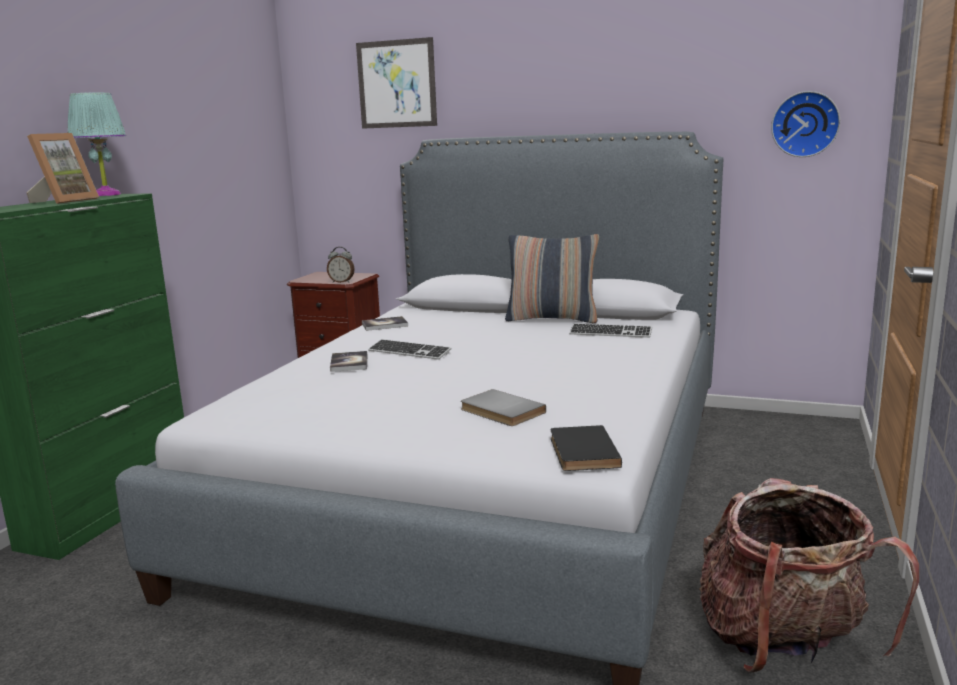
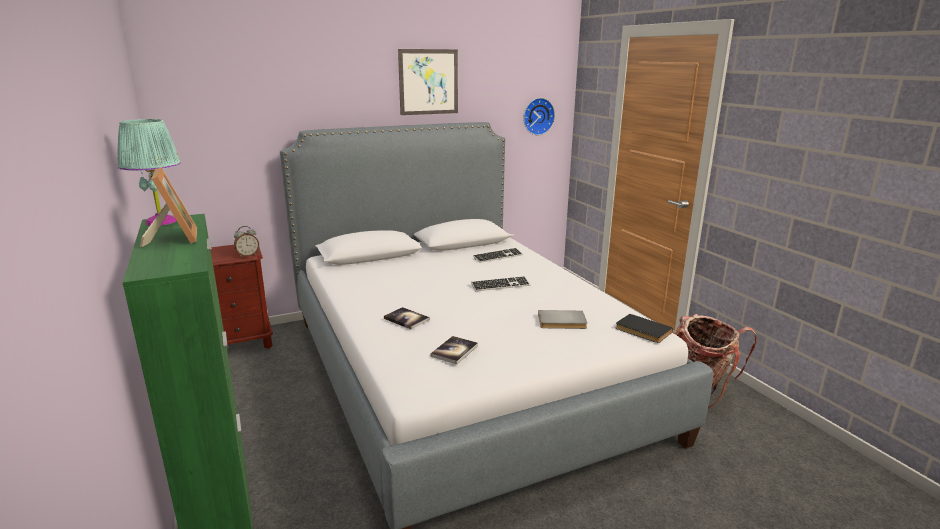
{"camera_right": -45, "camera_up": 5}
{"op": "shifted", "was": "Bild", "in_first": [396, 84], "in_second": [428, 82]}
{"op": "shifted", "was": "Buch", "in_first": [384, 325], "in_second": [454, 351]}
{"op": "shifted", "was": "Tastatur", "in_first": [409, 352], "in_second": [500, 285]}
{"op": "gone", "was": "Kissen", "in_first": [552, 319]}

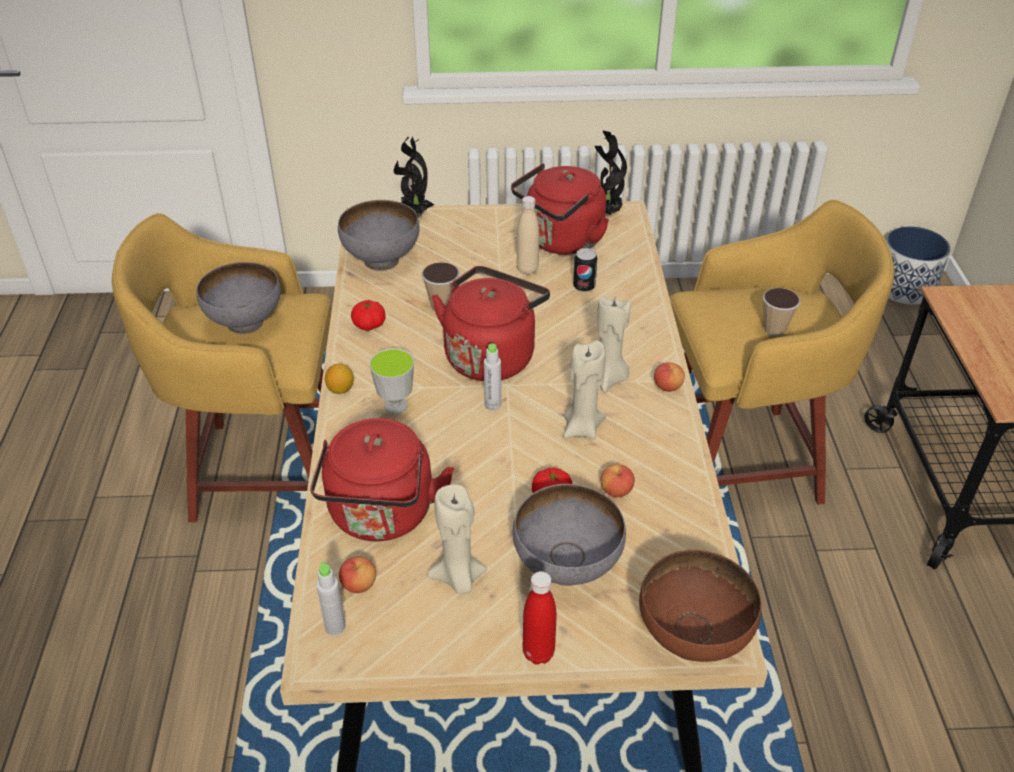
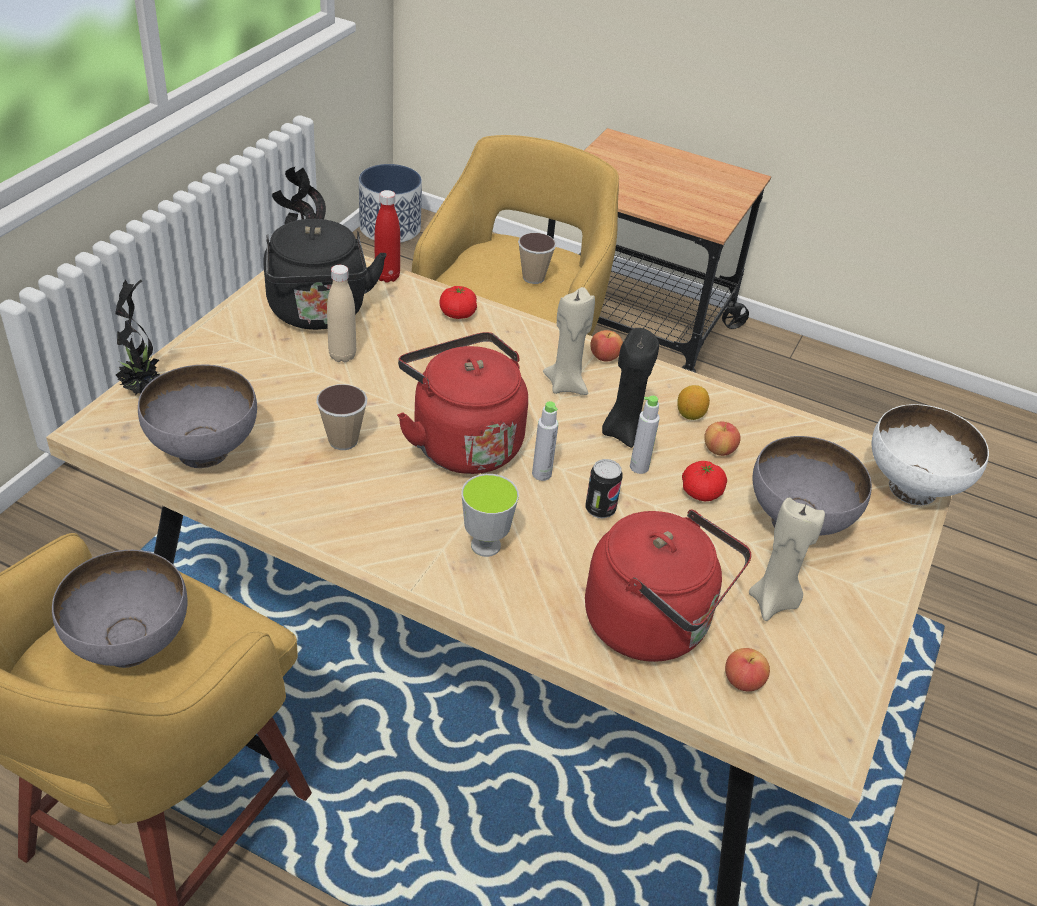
{"camera_right": -65, "camera_up": 0}
{"op": "shifted", "was": "Flasche [grau]", "in_first": [335, 627], "in_second": [639, 467]}
{"op": "shifted", "was": "Zitrone", "in_first": [340, 389], "in_second": [690, 415]}
{"op": "shifted", "was": "Tomate", "in_first": [369, 325], "in_second": [457, 314]}
{"op": "repainted", "was": "Wasserkessel [rot]", "now": "Wasserkessel [schwarz]", "in_first": [561, 242], "in_second": [319, 314]}
{"op": "shifted", "was": "Flasche [rot]", "in_first": [538, 653], "in_second": [387, 277]}
{"op": "repainted", "was": "Kerze [beige]", "now": "Kerze [schwarz]", "in_first": [582, 428], "in_second": [622, 432]}
{"op": "shifted", "was": "Dose", "in_first": [584, 287], "in_second": [600, 509]}
{"op": "repainted", "was": "Schüssel [braun]", "now": "Schüssel [weiß]", "in_first": [693, 639], "in_second": [912, 488]}

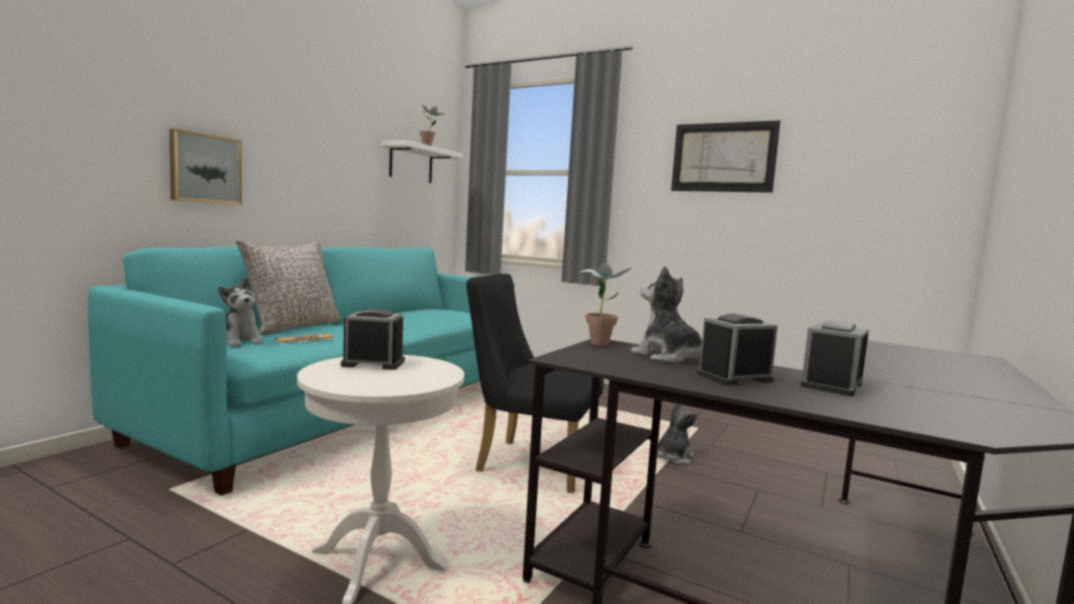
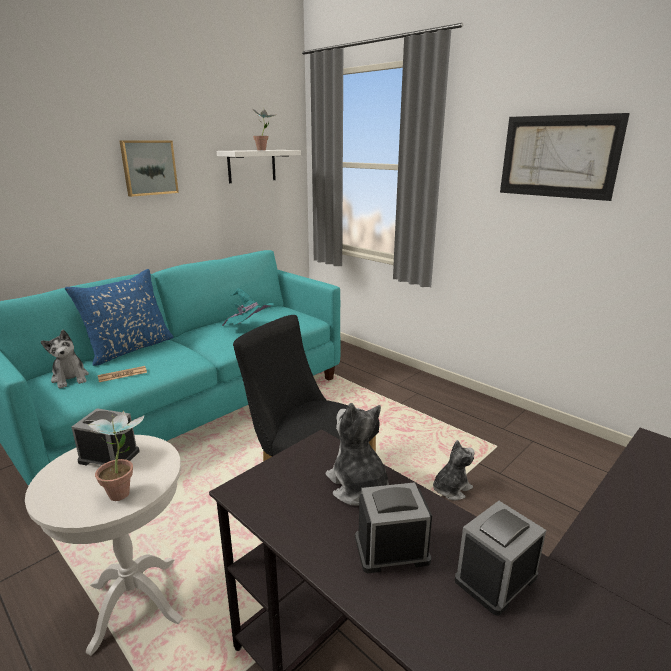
{"camera_right": 15, "camera_up": 15}
{"op": "shifted", "was": "Bild", "in_first": [205, 168], "in_second": [149, 167]}
{"op": "repainted", "was": "Kissen [grau]", "now": "Kissen [blau]", "in_first": [293, 326], "in_second": [129, 349]}
{"op": "shifted", "was": "Topfpflanze", "in_first": [600, 342], "in_second": [126, 490]}
{"op": "new", "now": "Hut [türkis]", "in_second": [249, 329]}

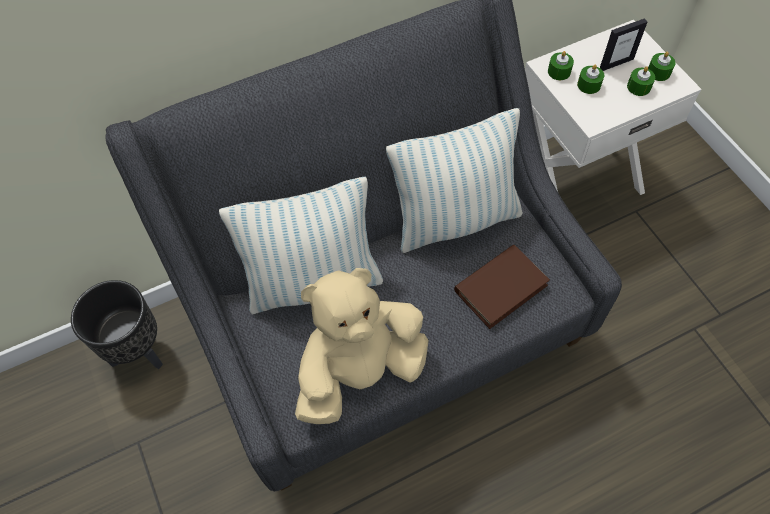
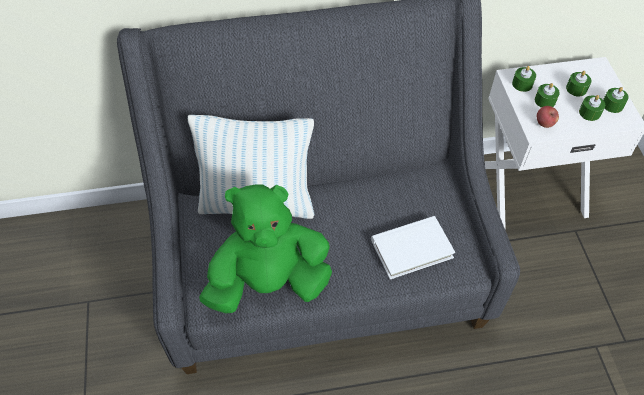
{"camera_right": 15, "camera_up": -5}
{"op": "gone", "was": "Pflanzkübel [schwarz]", "in_first": [140, 351]}
{"op": "repainted", "was": "Plüschtier [beige]", "now": "Plüschtier [grün]", "in_first": [360, 371], "in_second": [269, 283]}
{"op": "gone", "was": "Kissen", "in_first": [455, 219]}
{"op": "repainted", "was": "Buch [braun]", "now": "Buch [weiß]", "in_first": [500, 288], "in_second": [411, 249]}
{"op": "swapped", "was": "Bilderrahmen", "now": "Kerze [grün]", "in_first": [616, 63], "in_second": [576, 89]}
{"op": "new", "now": "Apfel", "in_second": [544, 123]}

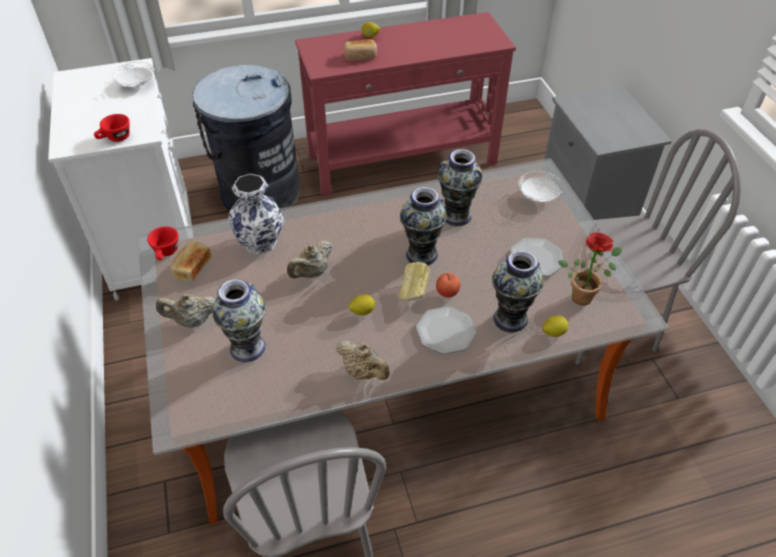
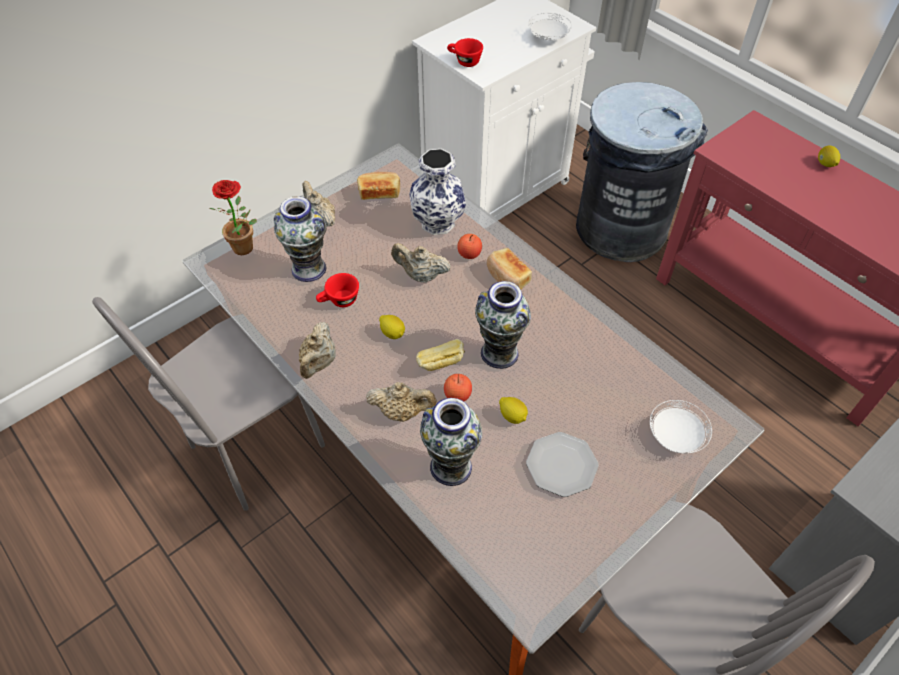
{"camera_right": 65, "camera_up": 5}
{"op": "shifted", "was": "Tasse [rot]", "in_first": [166, 253], "in_second": [339, 301]}
{"op": "shifted", "was": "Brot", "in_first": [360, 56], "in_second": [507, 277]}
{"op": "swapped", "was": "Teller", "now": "Teekanne [beige]", "in_first": [445, 331], "in_second": [402, 411]}
{"op": "gone", "was": "Vase", "in_first": [456, 216]}
{"op": "shifted", "was": "Zitrone", "in_first": [553, 332], "in_second": [512, 416]}
{"op": "shifted", "was": "Topfpflanze", "in_first": [584, 295], "in_second": [247, 249]}
{"op": "new", "now": "Apfel", "in_second": [469, 254]}

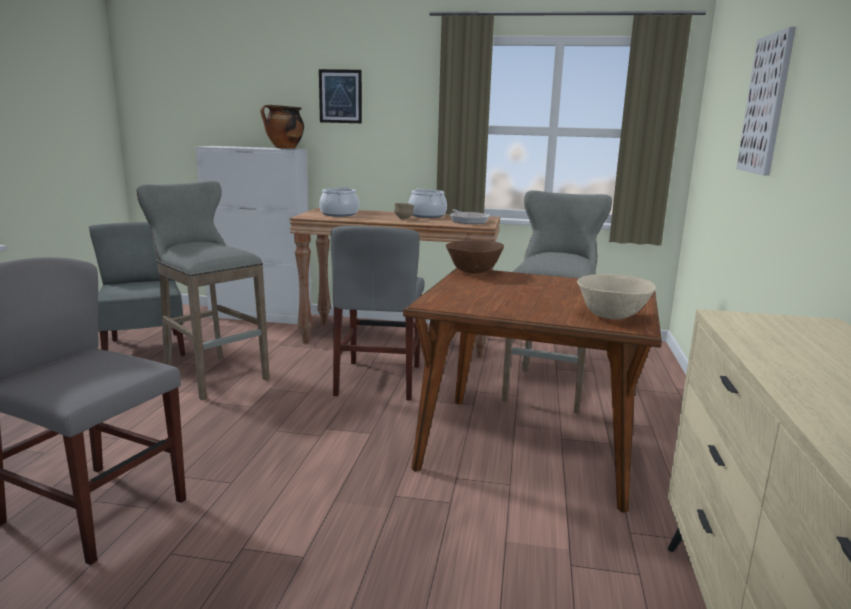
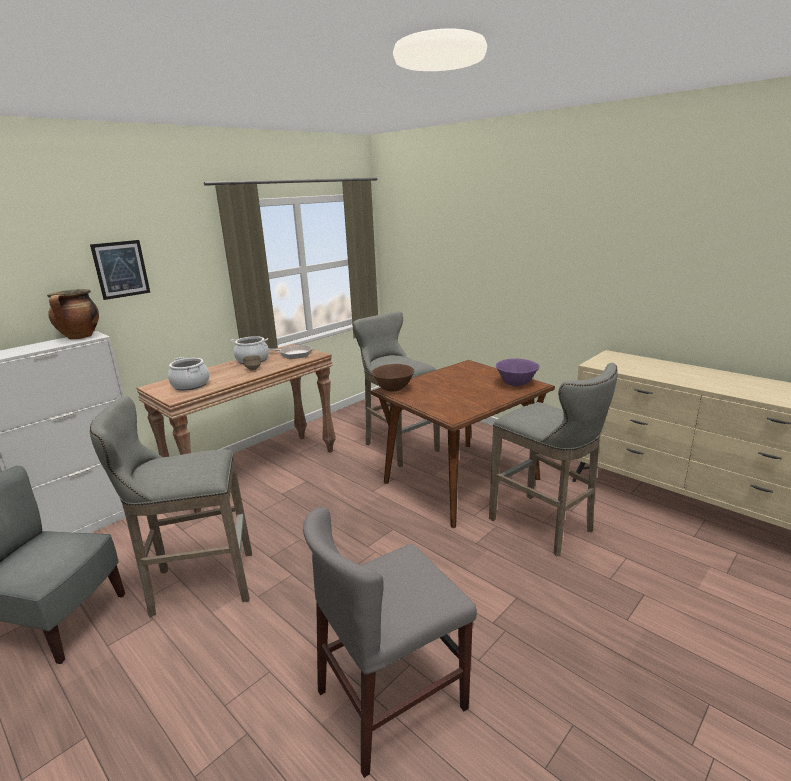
{"camera_right": -55, "camera_up": 5}
{"op": "gone", "was": "Stuhl [grau]", "in_first": [379, 380]}
{"op": "repainted", "was": "Schüssel [beige]", "now": "Schüssel [lila]", "in_first": [612, 317], "in_second": [516, 384]}
{"op": "gone", "was": "Bild", "in_first": [765, 105]}
{"op": "new", "now": "Hocker [grau]", "in_second": [545, 526]}

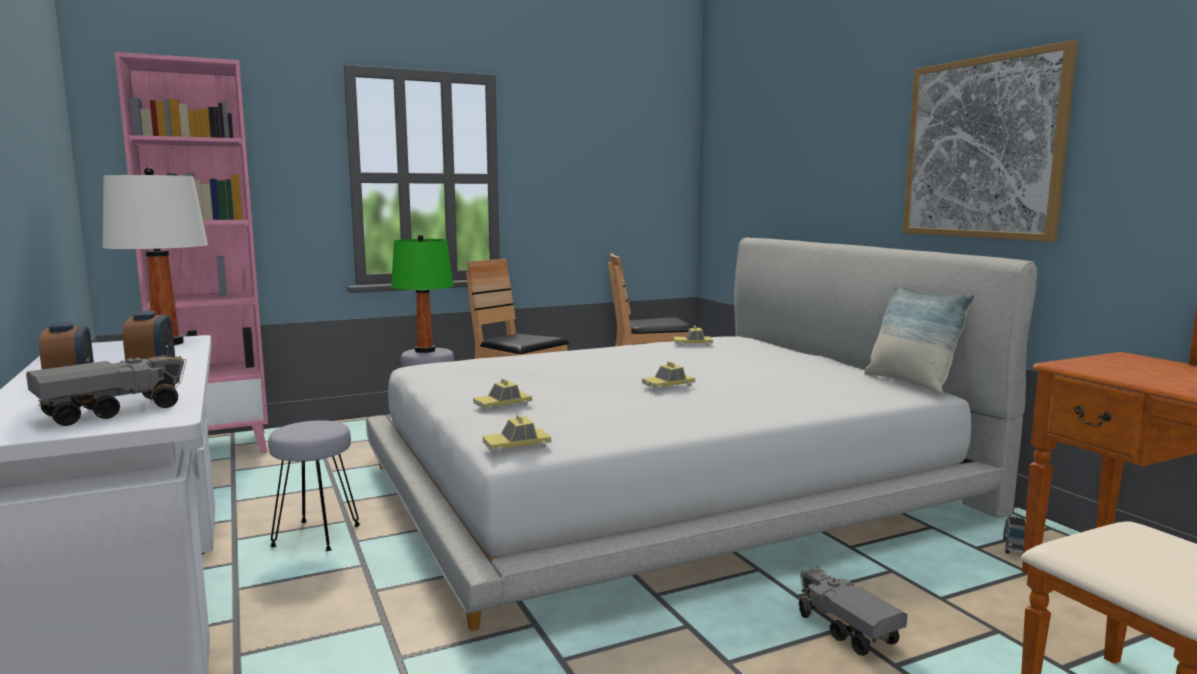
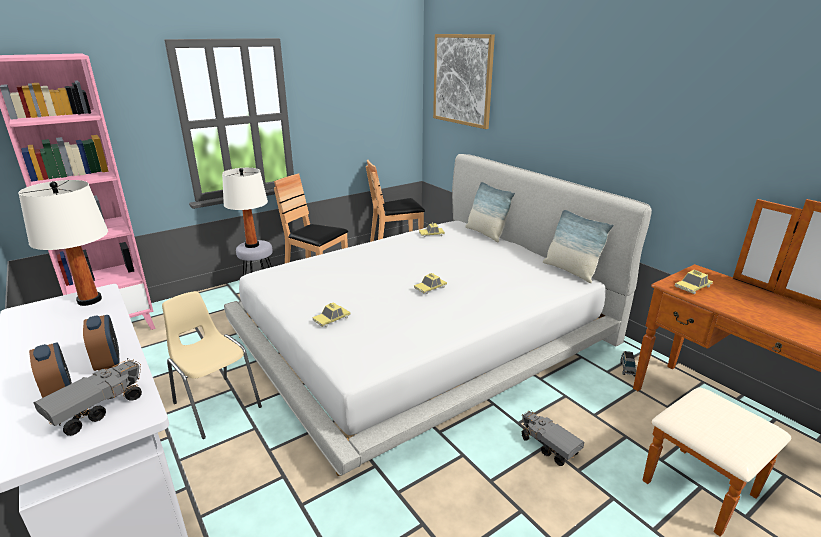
{"camera_right": -10, "camera_up": 15}
{"op": "swapped", "was": "Hocker [grau]", "now": "Stuhl [beige]", "in_first": [317, 535], "in_second": [216, 405]}
{"op": "repainted", "was": "Tischlampe [grün]", "now": "Tischlampe [weiß]", "in_first": [424, 350], "in_second": [252, 245]}
{"op": "shifted", "was": "Spielzeugauto", "in_first": [516, 445], "in_second": [692, 287]}
{"op": "shifted", "was": "Bild", "in_first": [982, 148], "in_second": [462, 80]}
{"op": "new", "now": "Kissen", "in_second": [486, 234]}

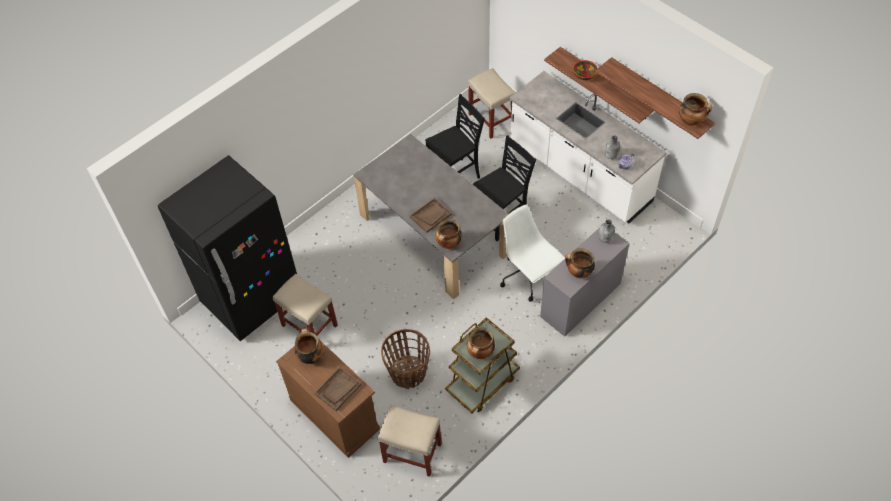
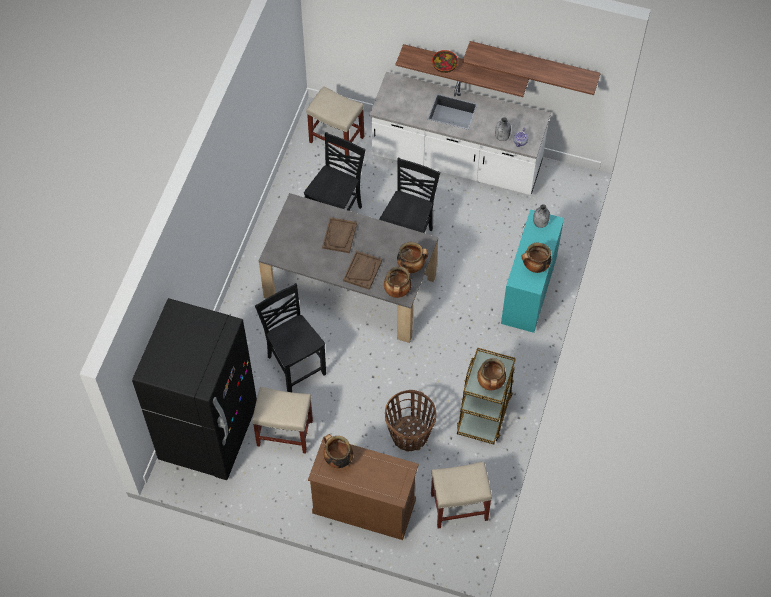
{"camera_right": -30, "camera_up": 5}
{"op": "shifted", "was": "Tablett [braun]", "in_first": [338, 389], "in_second": [339, 236]}
{"op": "gone", "was": "Bürostuhl [weiß]", "in_first": [529, 277]}
{"op": "repainted", "was": "Schreibtisch [grau]", "now": "Schreibtisch [türkis]", "in_first": [580, 300], "in_second": [529, 291]}
{"op": "shifted", "was": "Kochtopf", "in_first": [691, 121], "in_second": [411, 266]}
{"op": "new", "now": "Stuhl [schwarz]", "in_second": [295, 365]}

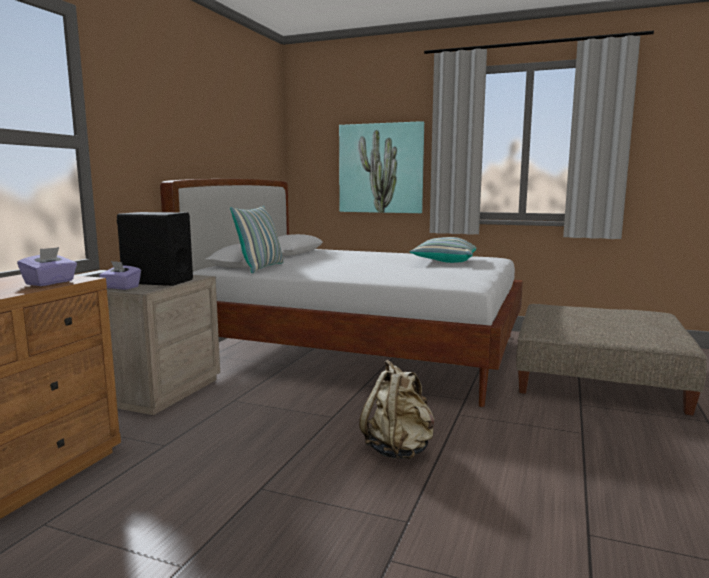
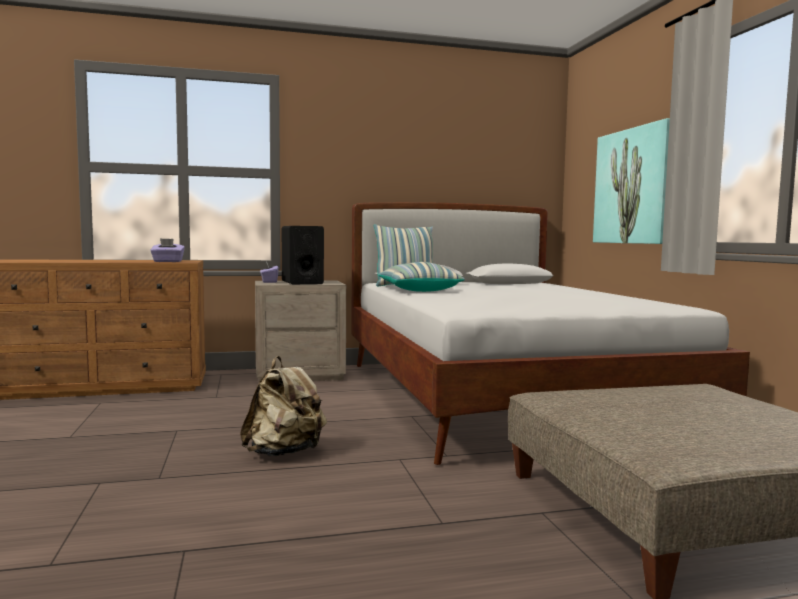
{"camera_right": 55, "camera_up": -5}
{"op": "shifted", "was": "Kissen", "in_first": [444, 261], "in_second": [418, 290]}

